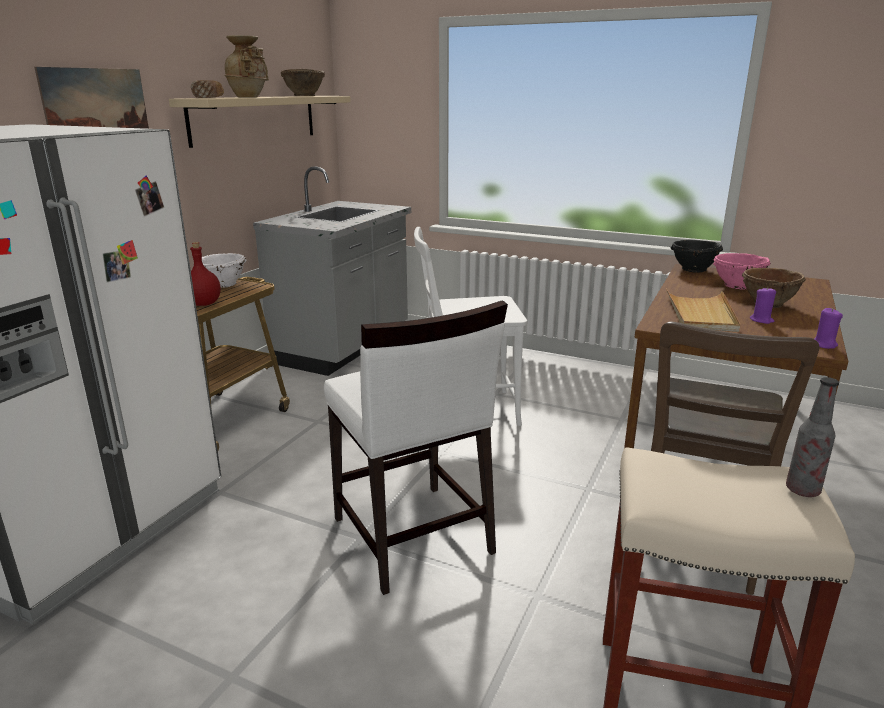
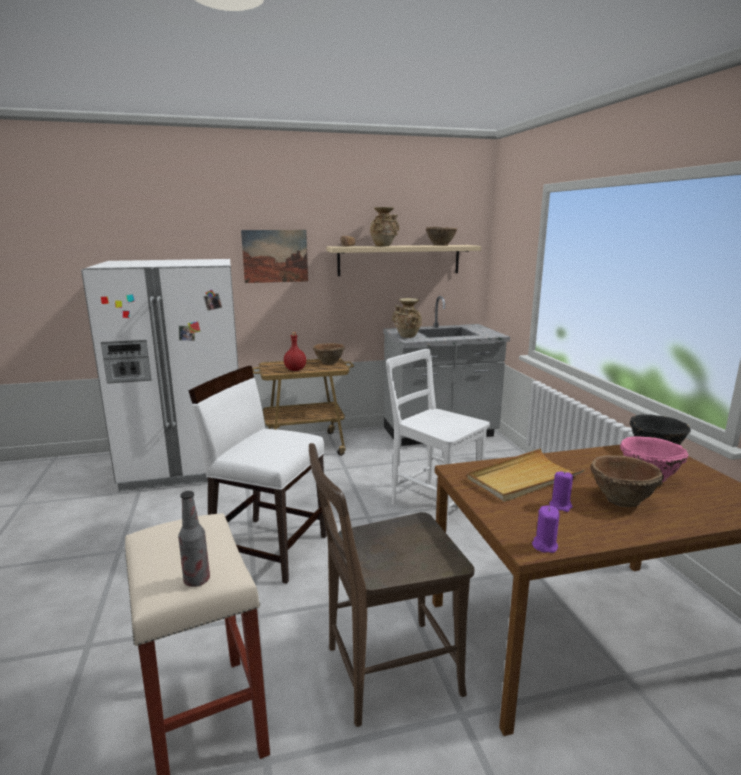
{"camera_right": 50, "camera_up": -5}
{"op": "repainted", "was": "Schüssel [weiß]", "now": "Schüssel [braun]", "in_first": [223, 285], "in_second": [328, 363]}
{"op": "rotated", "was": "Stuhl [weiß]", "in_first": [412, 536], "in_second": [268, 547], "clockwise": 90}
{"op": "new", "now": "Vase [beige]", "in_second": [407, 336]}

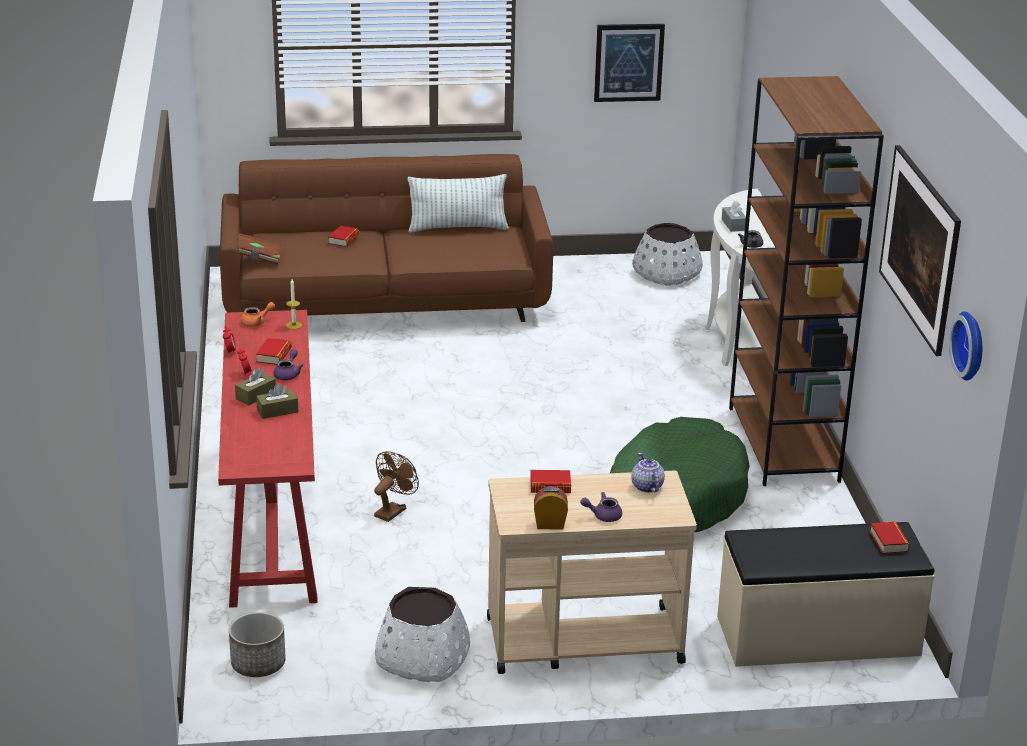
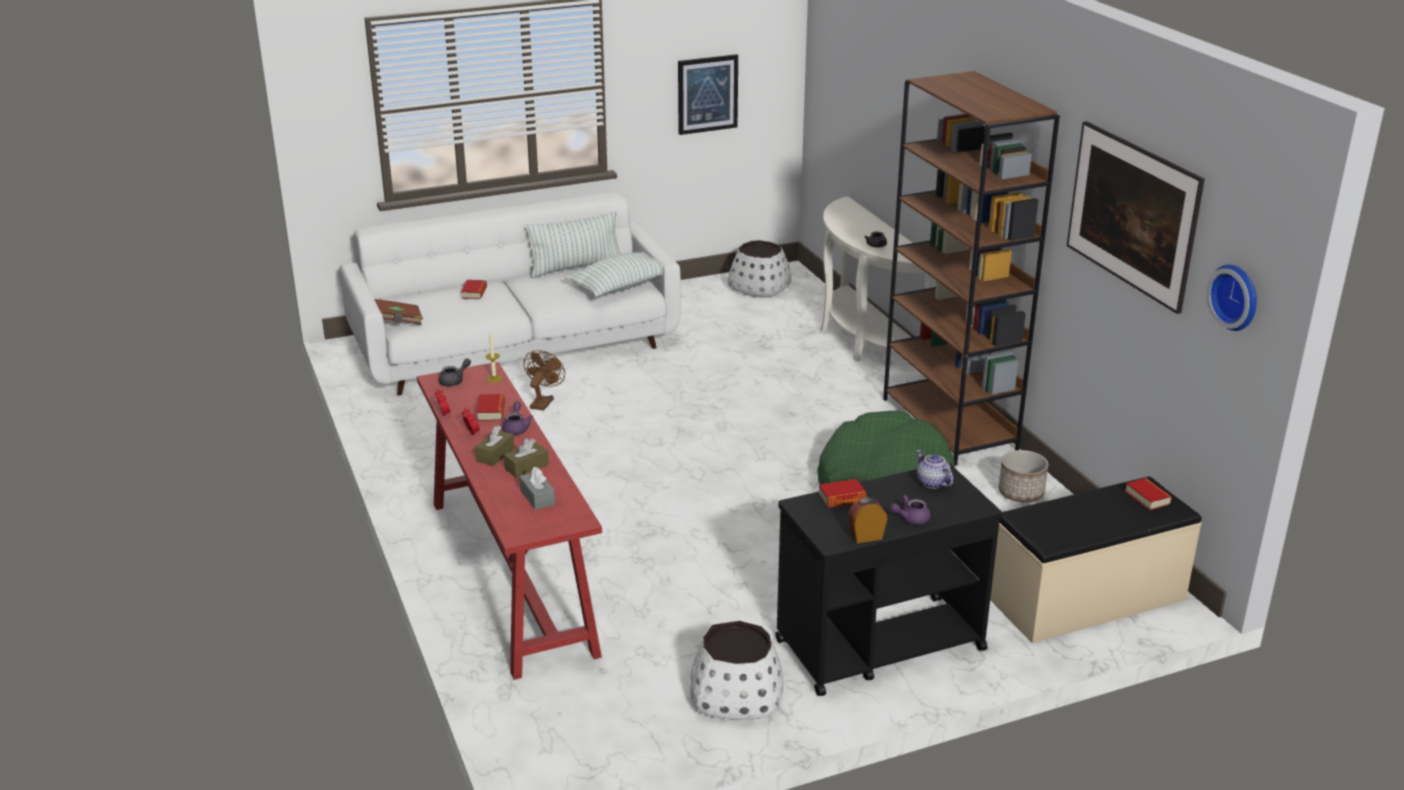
{"camera_right": -15, "camera_up": 0}
{"op": "repainted", "was": "Sofa [braun]", "now": "Sofa [weiß]", "in_first": [386, 301], "in_second": [516, 348]}
{"op": "shifted", "was": "Pflanzkübel", "in_first": [258, 664], "in_second": [1021, 493]}
{"op": "repainted", "was": "Teekanne [orange]", "now": "Teekanne [grau]", "in_first": [256, 322], "in_second": [454, 381]}
{"op": "shifted", "was": "Ventilator [braun]", "in_first": [393, 510], "in_second": [543, 402]}
{"op": "repainted", "was": "Rollwagen [beige]", "now": "Rollwagen [schwarz]", "in_first": [582, 640], "in_second": [878, 645]}
{"op": "shifted", "was": "Taschentuchbox [grau]", "in_first": [733, 225], "in_second": [537, 497]}
{"op": "new", "now": "Kissen", "in_second": [621, 287]}

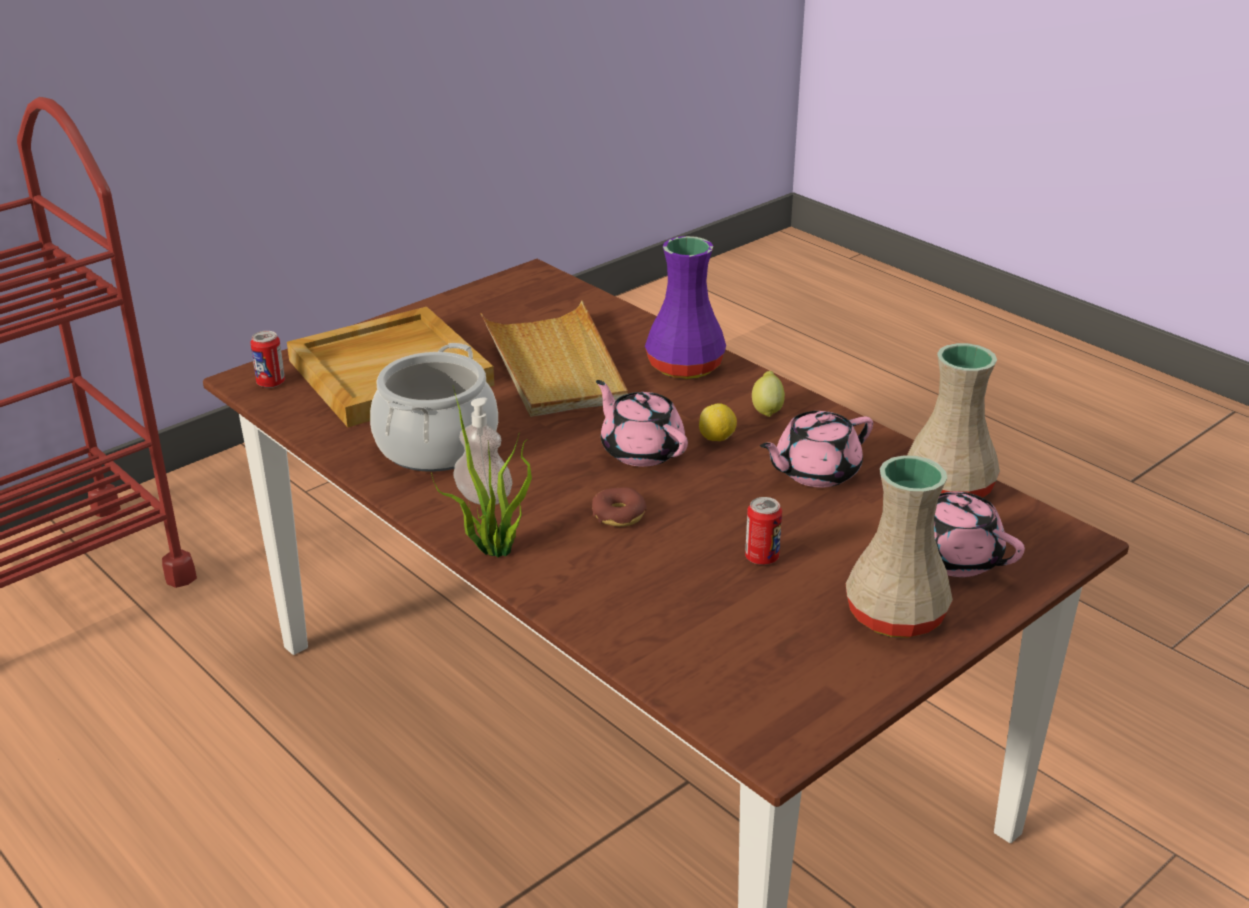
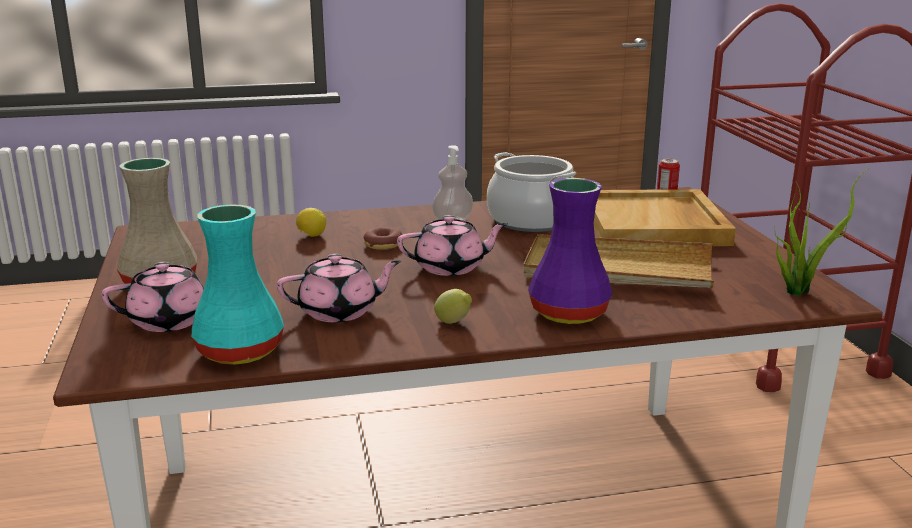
{"camera_right": 120, "camera_up": -10}
{"op": "shifted", "was": "Topfpflanze", "in_first": [492, 550], "in_second": [798, 290]}
{"op": "shifted", "was": "Zitrone", "in_first": [717, 439], "in_second": [311, 236]}
{"op": "gone", "was": "Dose", "in_first": [761, 558]}
{"op": "rotated", "was": "Teekanne [rosa]", "in_first": [815, 472], "in_second": [340, 311], "clockwise": 75}
{"op": "repainted", "was": "Vase [beige]", "now": "Vase [türkis]", "in_first": [946, 488], "in_second": [242, 350]}

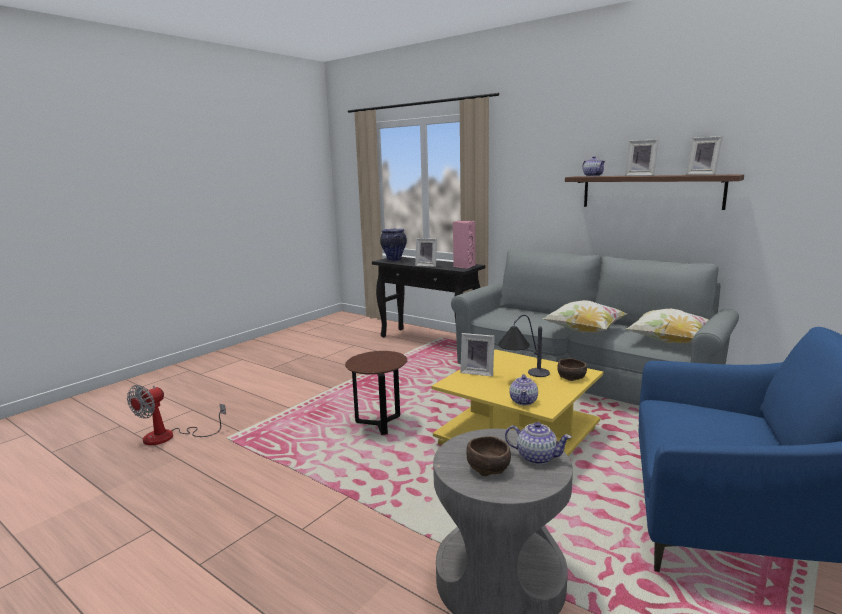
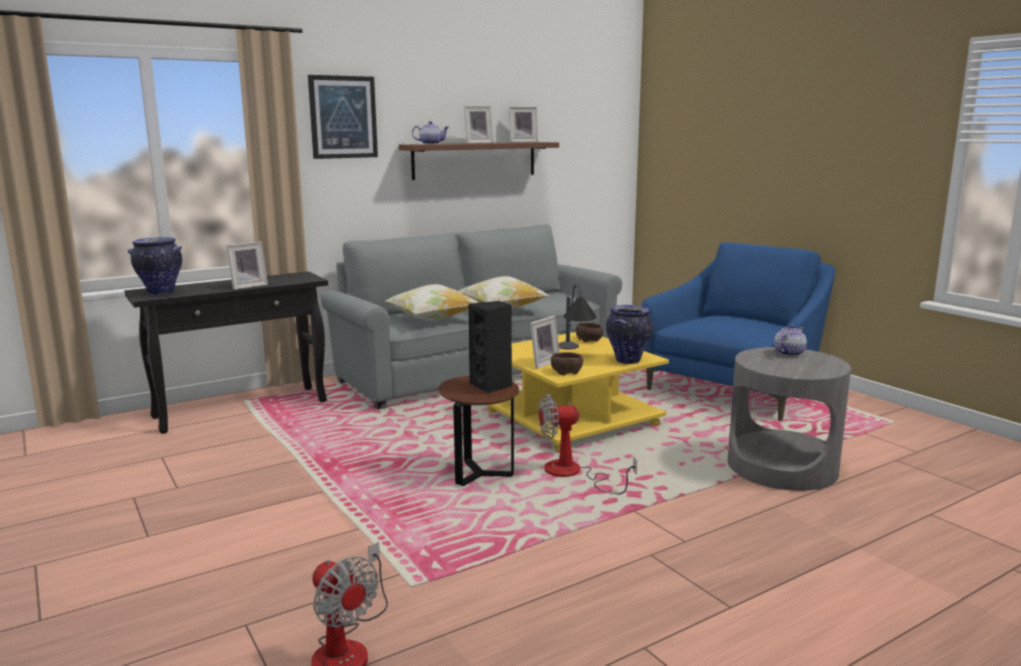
{"camera_right": -70, "camera_up": 0}
{"op": "gone", "was": "Lautsprecher [rosa]", "in_first": [464, 266]}
{"op": "shifted", "was": "Schüssel [braun]", "in_first": [489, 467], "in_second": [566, 371]}
{"op": "swapped", "was": "Teekanne", "now": "Vase", "in_first": [523, 401], "in_second": [628, 360]}
{"op": "shifted", "was": "Kissen", "in_first": [669, 342], "in_second": [432, 320]}
{"op": "new", "now": "Bild", "in_second": [343, 117]}
{"op": "new", "now": "Lautsprecher [schwarz]", "in_second": [492, 386]}
{"op": "new", "now": "Ventilator", "in_second": [573, 474]}

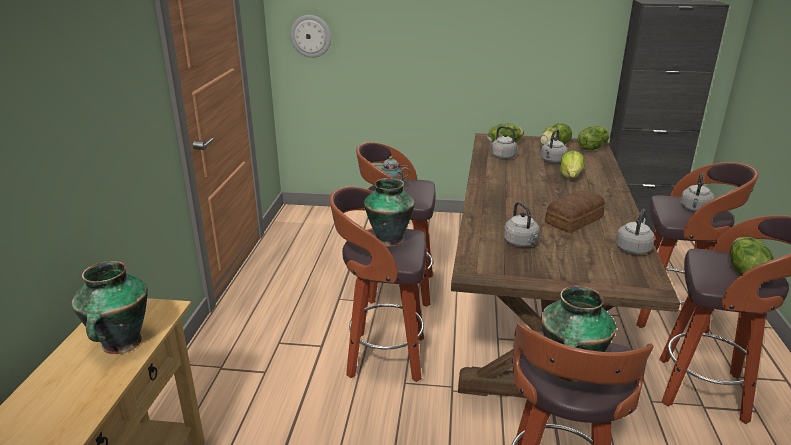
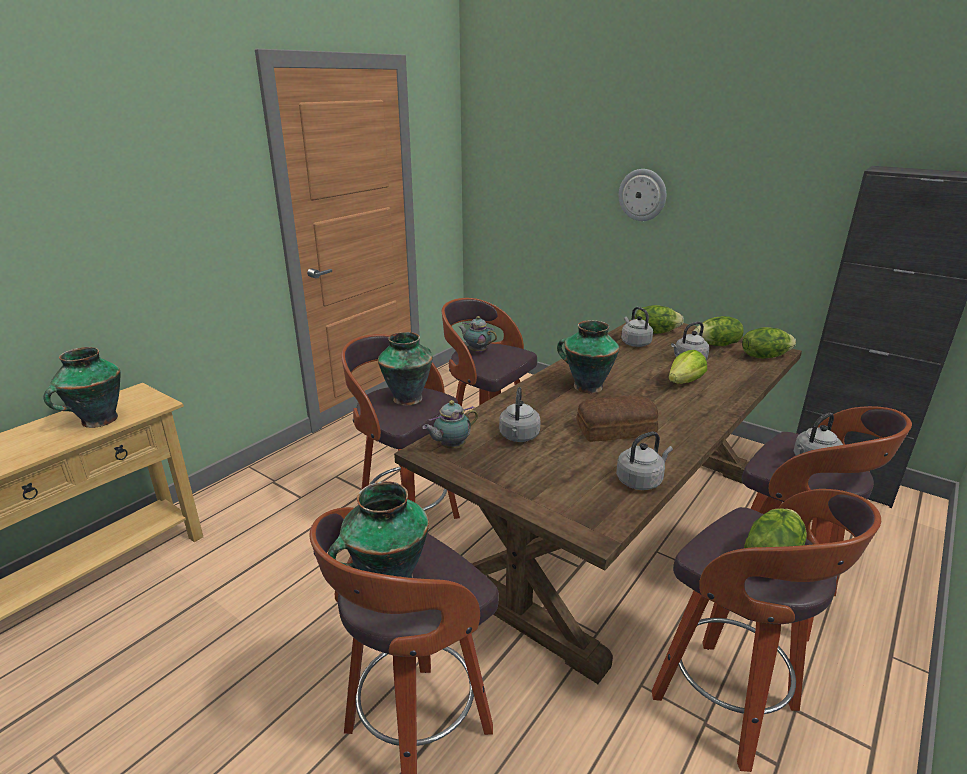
{"camera_right": 30, "camera_up": 0}
{"op": "shifted", "was": "Wanduhr", "in_first": [311, 36], "in_second": [642, 195]}
{"op": "new", "now": "Teekanne", "in_second": [450, 447]}
{"op": "new", "now": "Vase", "in_second": [586, 386]}

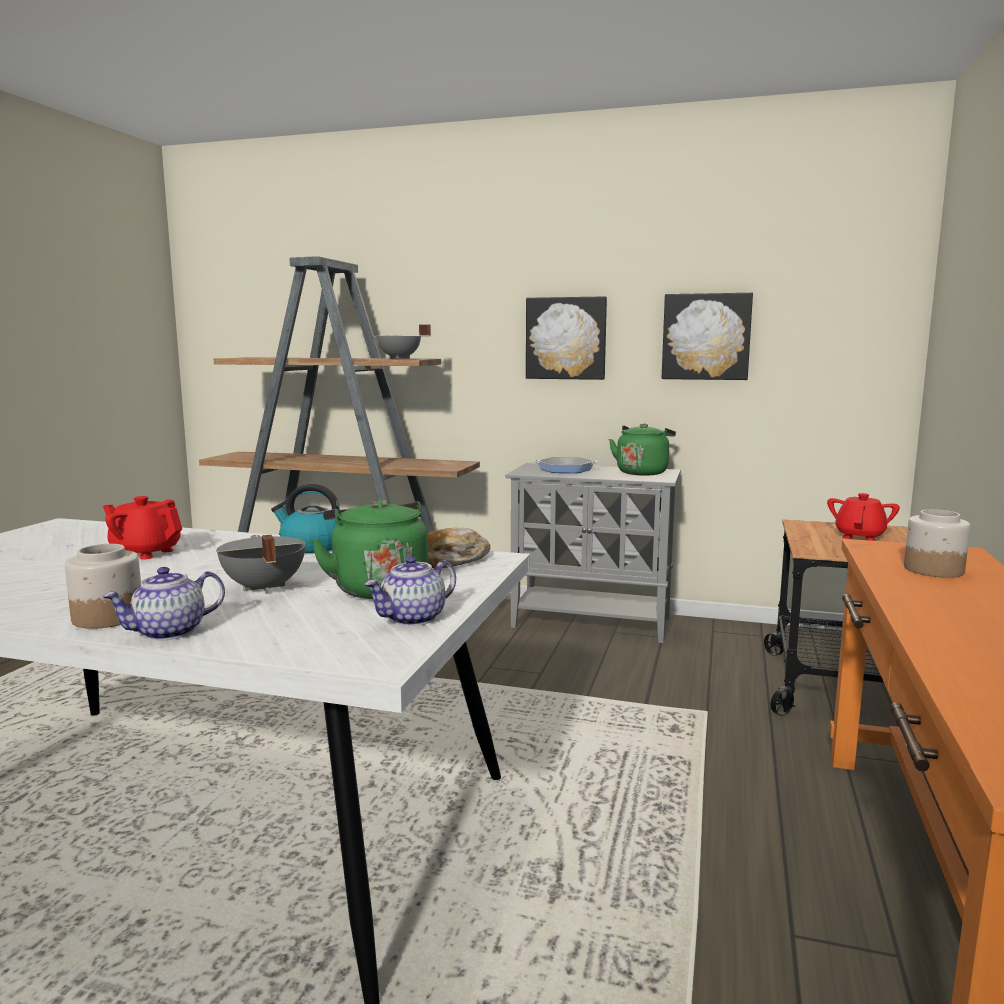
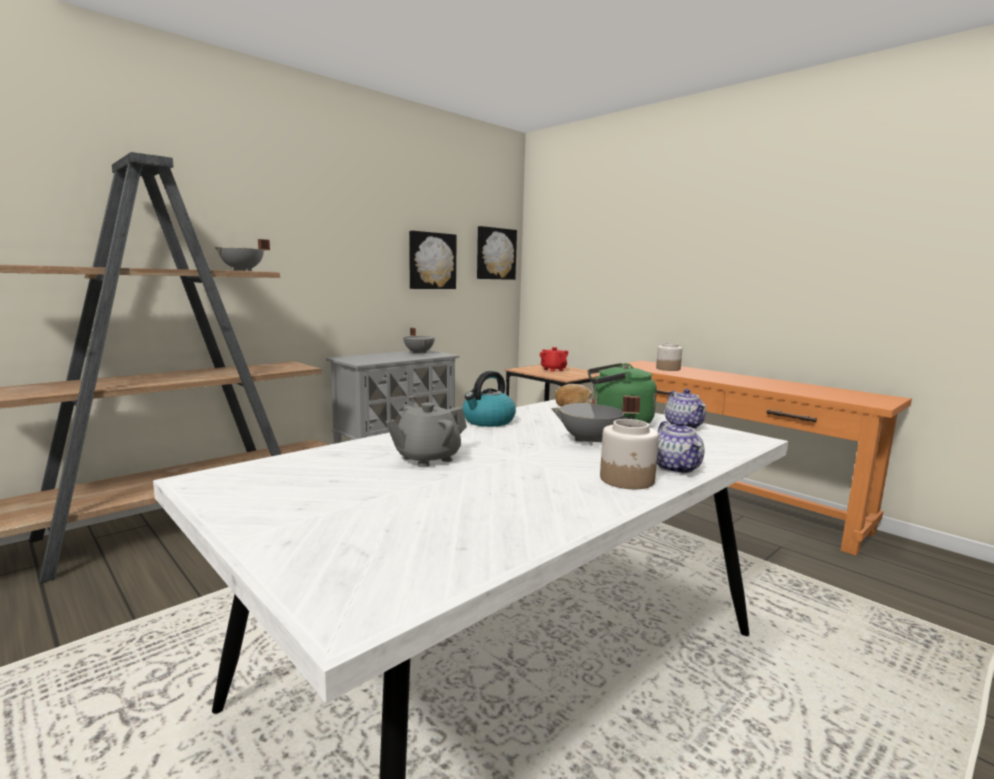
{"camera_right": -60, "camera_up": 0}
{"op": "repainted", "was": "Teekanne [rot]", "now": "Teekanne [grau]", "in_first": [145, 552], "in_second": [427, 458]}
{"op": "shifted", "was": "Bild", "in_first": [566, 338], "in_second": [495, 254]}
{"op": "gone", "was": "Pfanne", "in_first": [565, 469]}
{"op": "swapped", "was": "Wasserkessel [grün]", "now": "Kochtopf [grau]", "in_first": [642, 472], "in_second": [419, 353]}

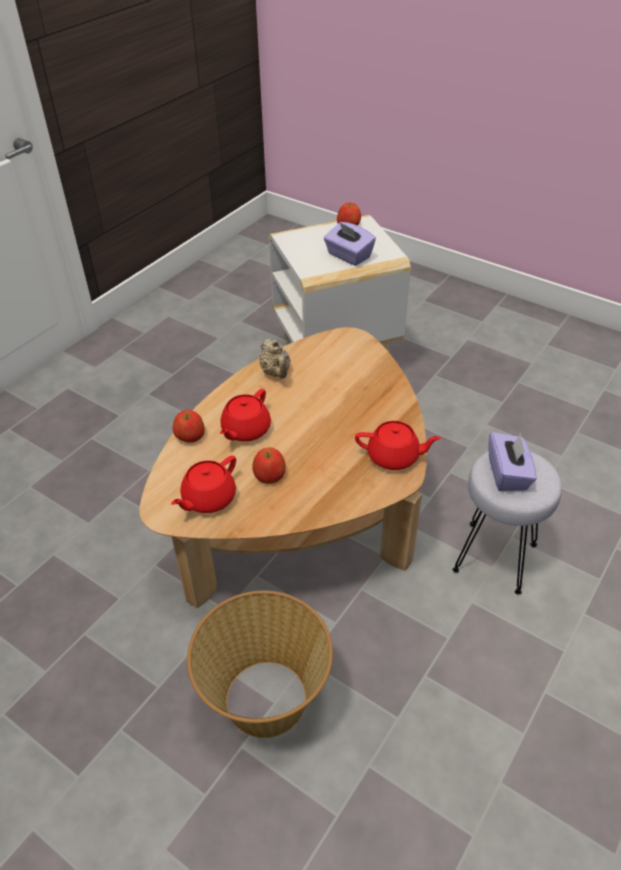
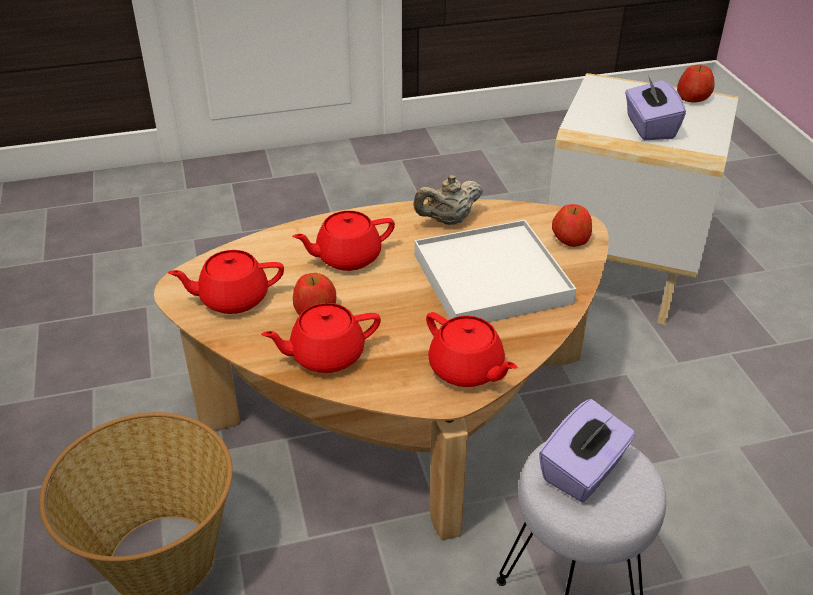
{"camera_right": 40, "camera_up": -5}
{"op": "shifted", "was": "Apfel", "in_first": [190, 436], "in_second": [570, 239]}
{"op": "rotated", "was": "Teekanne [beige]", "in_first": [276, 373], "in_second": [448, 220], "clockwise": 45}
{"op": "new", "now": "Teekanne [rot]", "in_second": [325, 355]}
{"op": "new", "now": "Tablett [weiß]", "in_second": [491, 279]}

